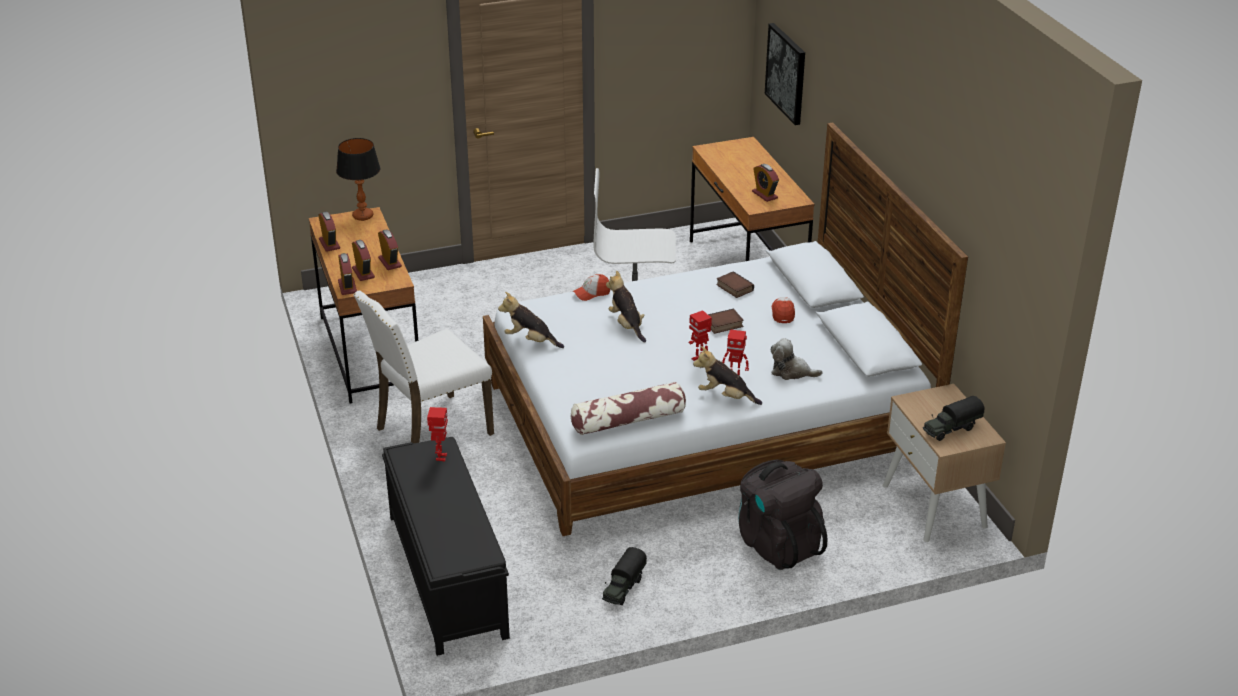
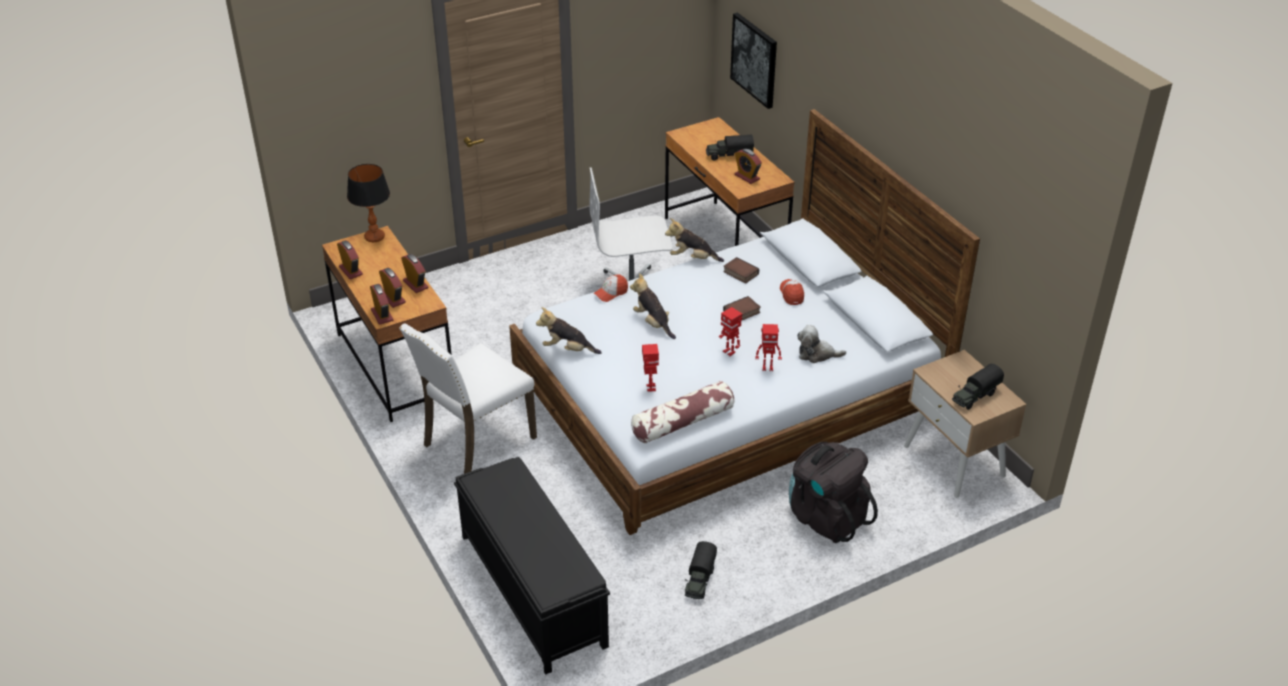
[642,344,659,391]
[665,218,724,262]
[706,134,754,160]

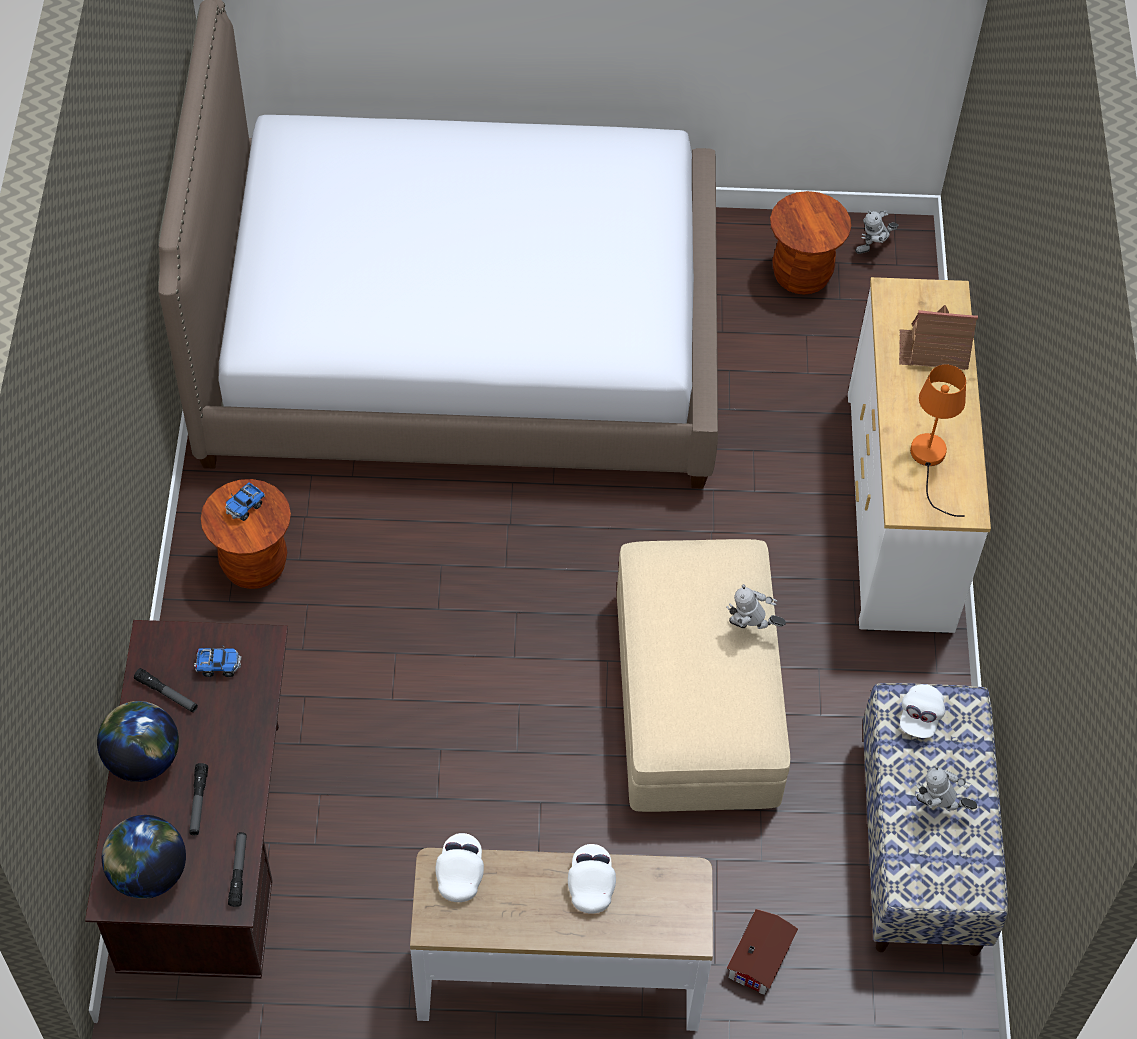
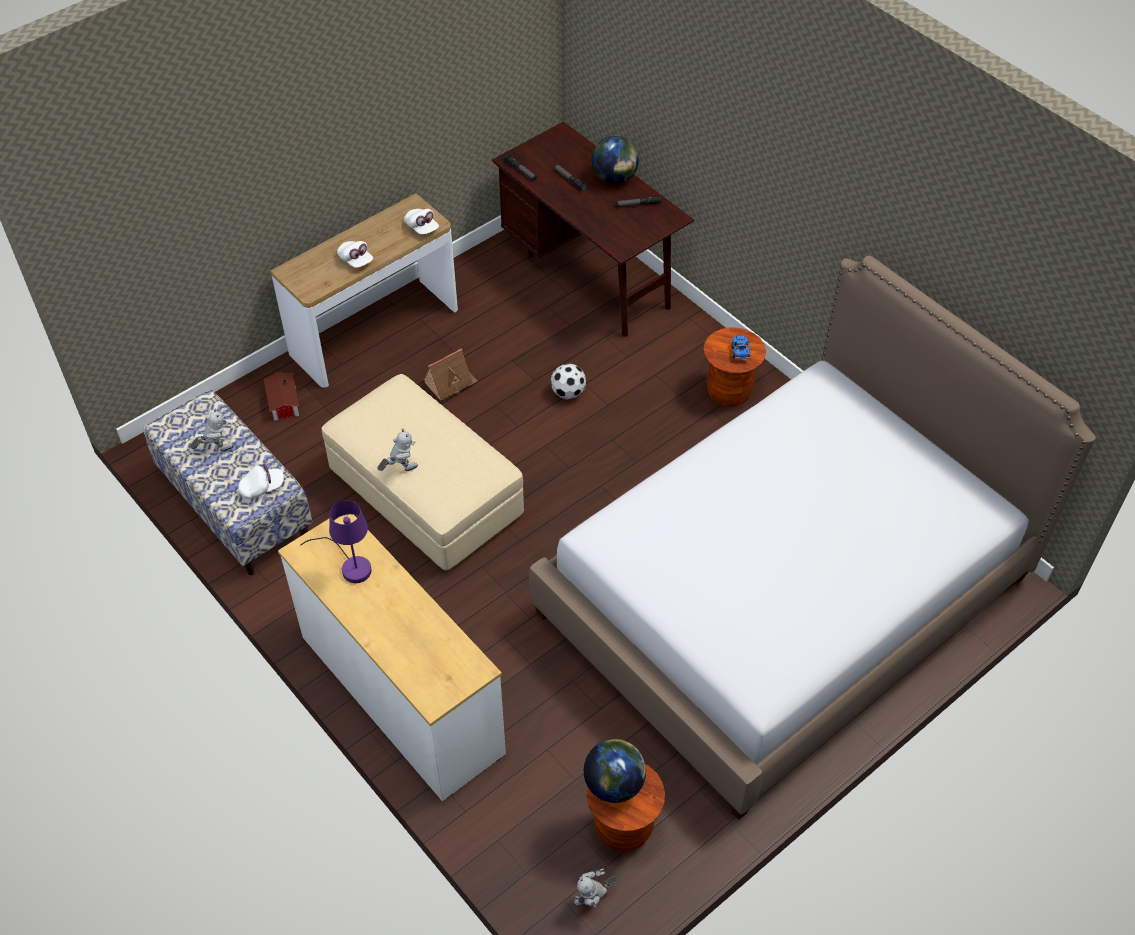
[584,739,646,803]
[194,646,242,677] (first image)
[574,869,617,907]
[422,349,477,401]
[238,463,284,499]
[300,500,371,583]
[551,364,586,399]

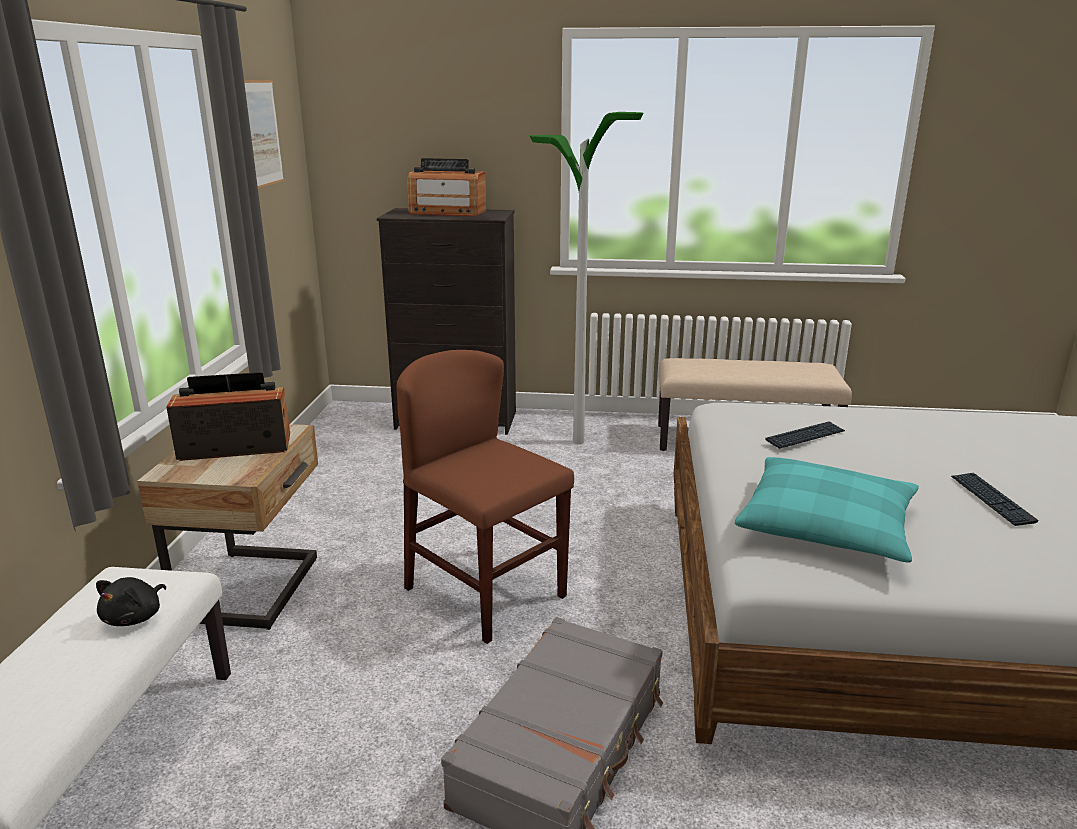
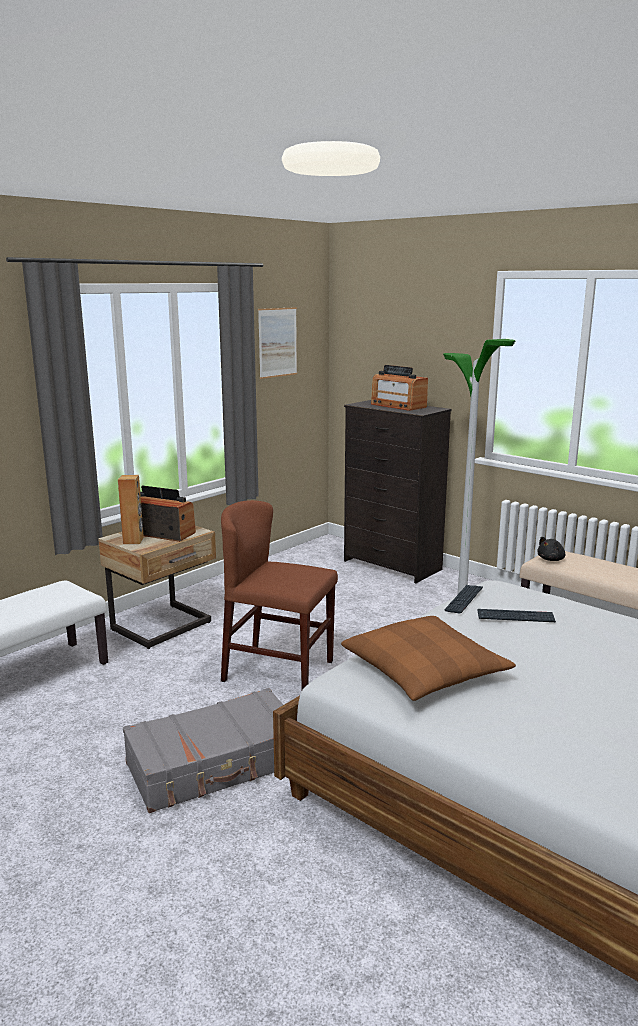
[537,537,565,561]
[221,500,338,690]
[341,616,516,701]
[444,585,483,614]
[118,475,144,544]

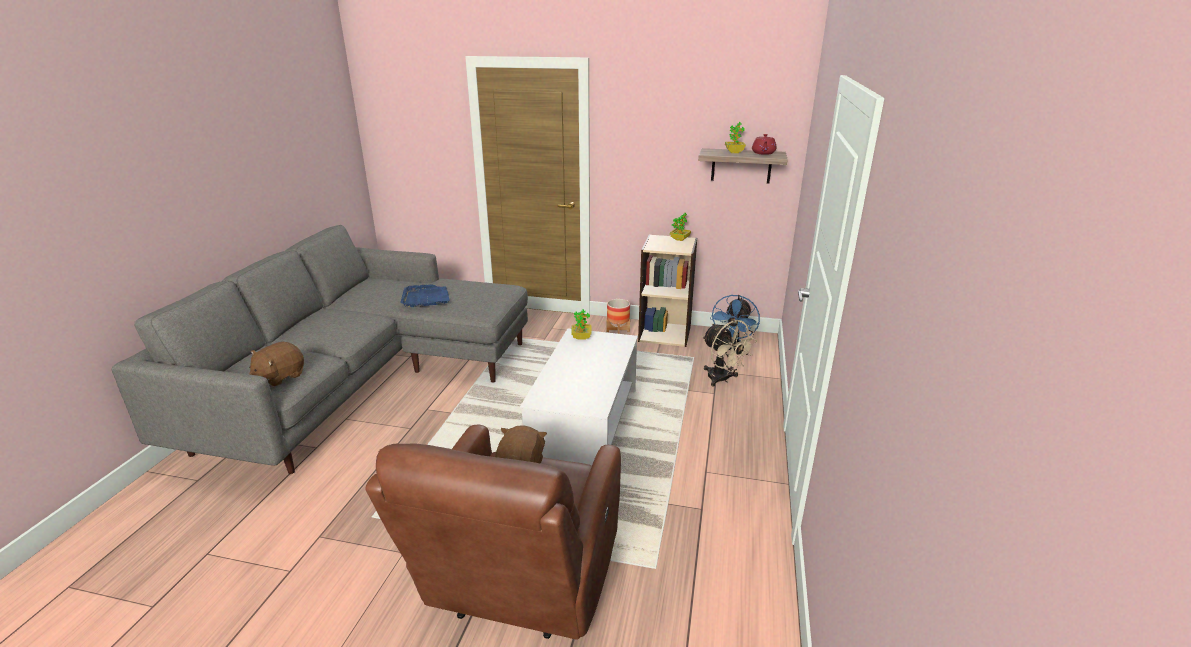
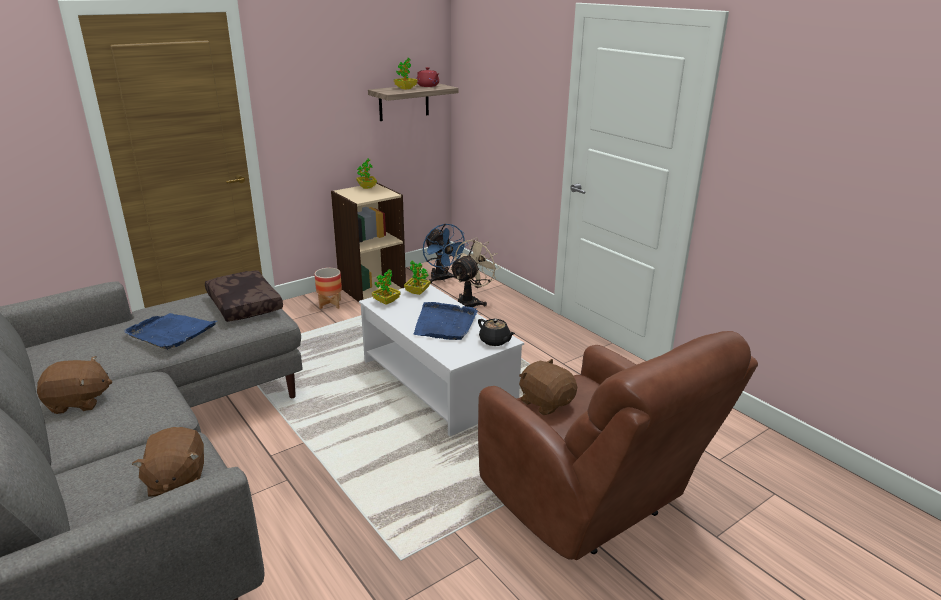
[450,237,501,307]
[37,356,112,414]
[205,270,283,322]
[404,261,431,295]
[414,302,478,340]
[478,318,515,346]

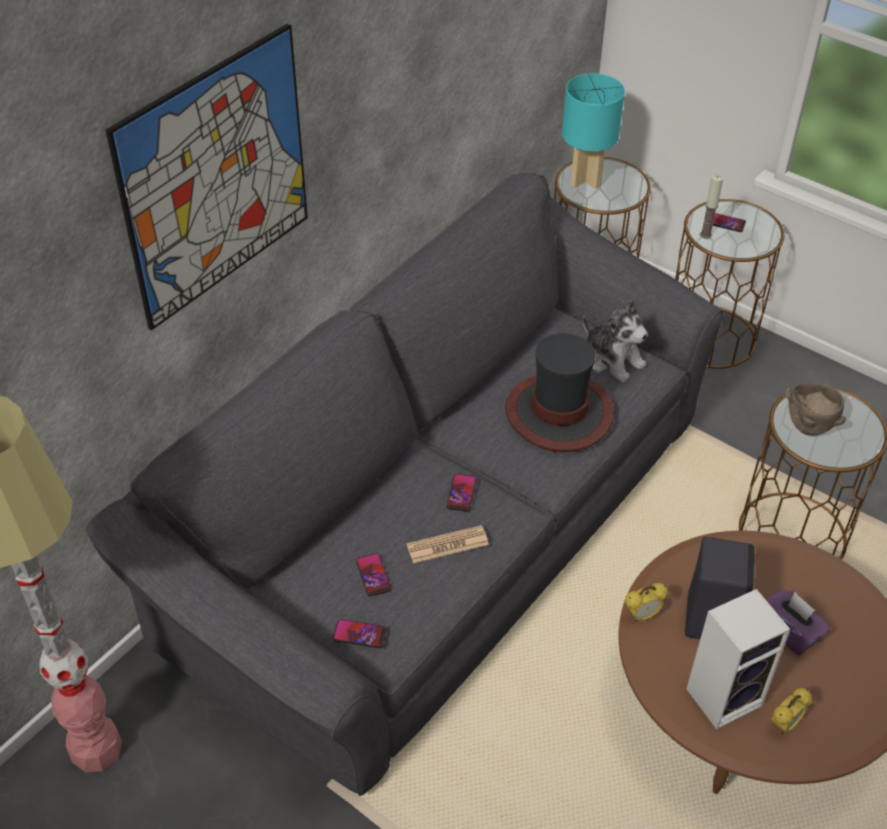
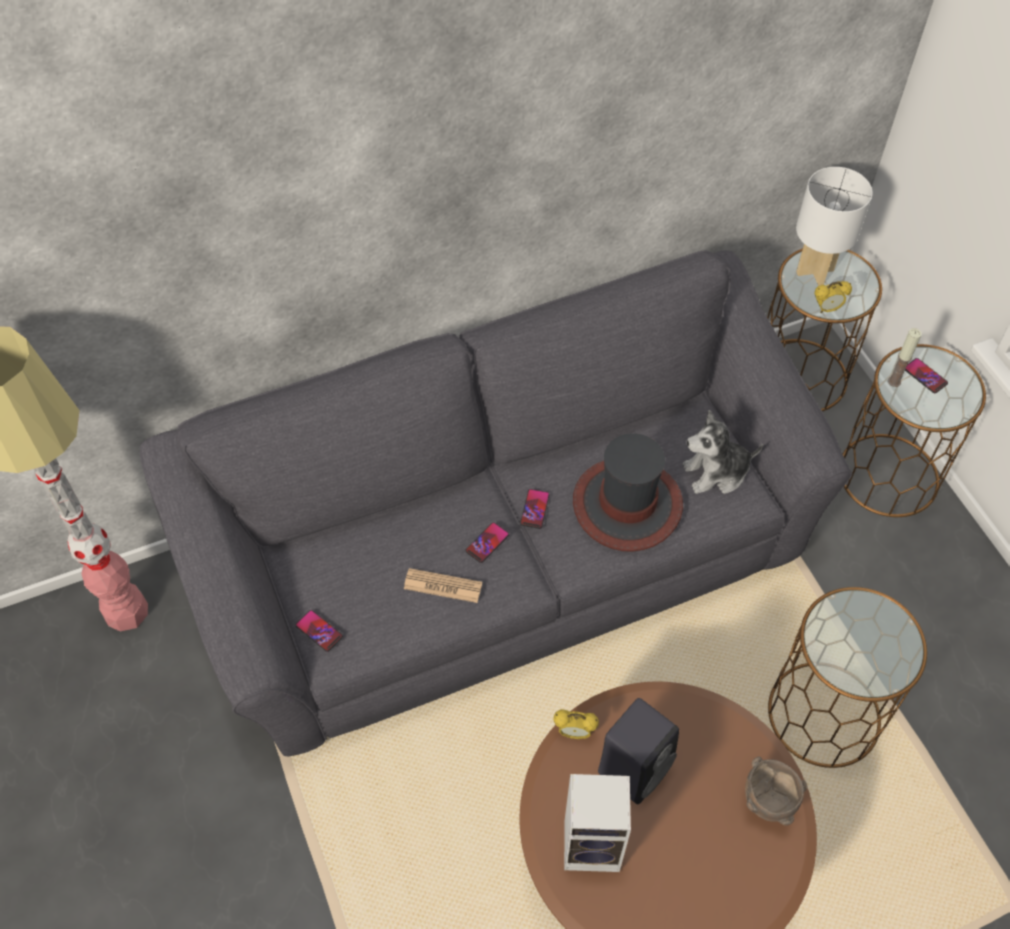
[105,23,308,331] (first image)
[520,489,550,529]
[796,167,873,286]
[683,410,764,494]
[765,589,830,655] (first image)
[814,281,852,313]
[745,757,807,826]

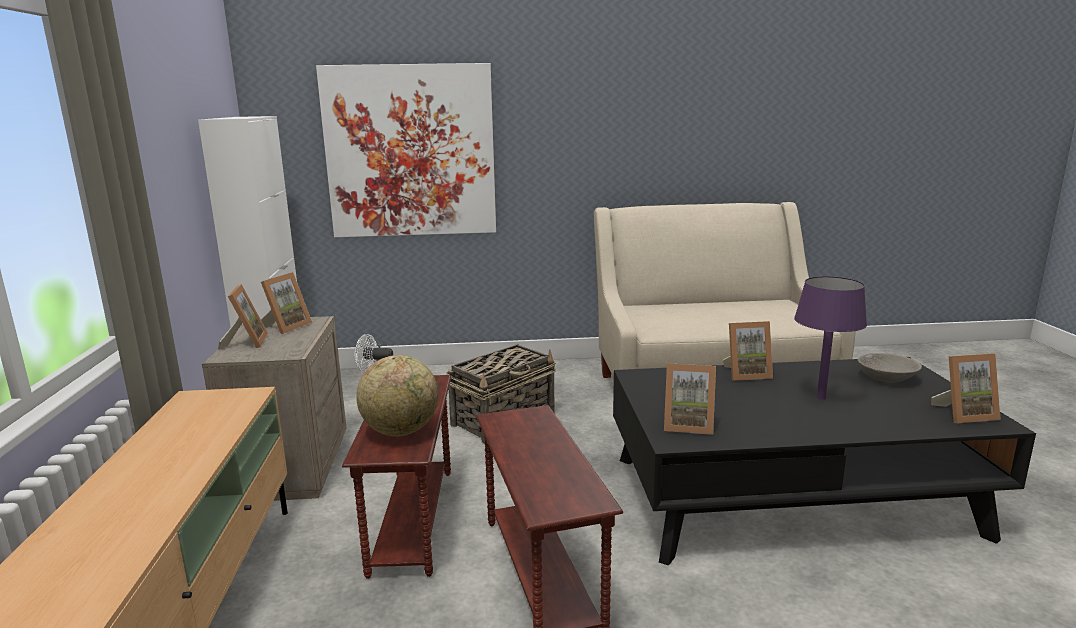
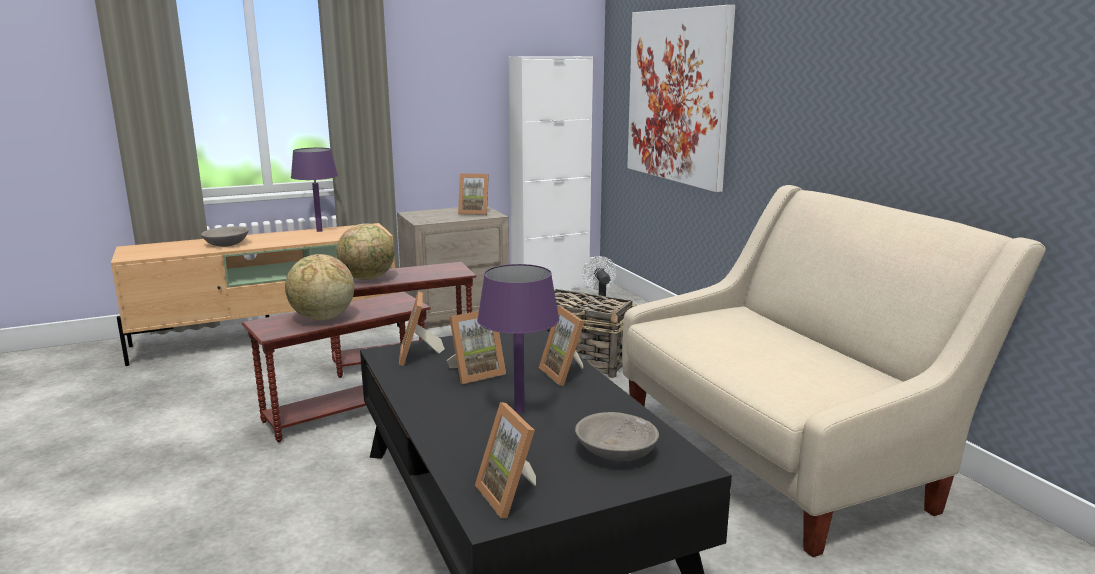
[447,311,506,384]
[201,226,249,247]
[285,254,354,320]
[291,148,338,232]

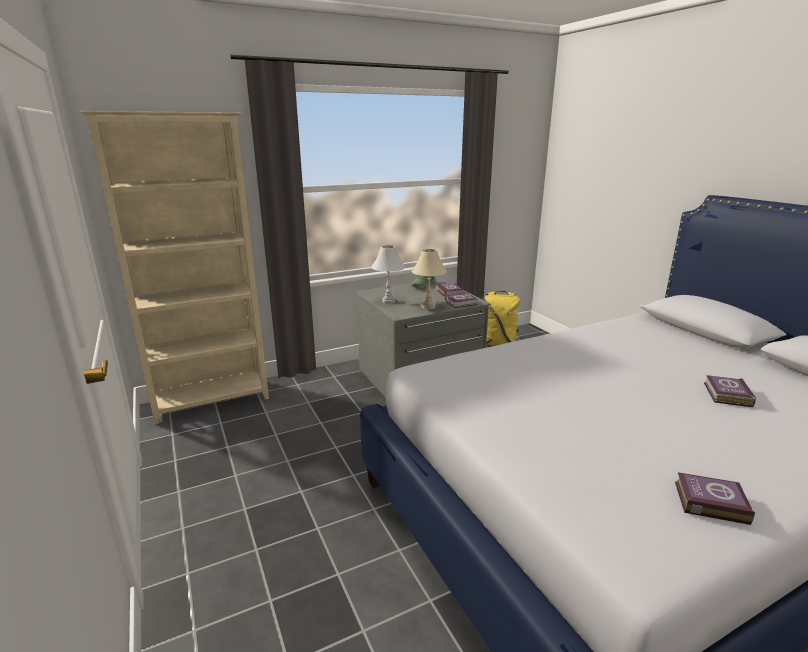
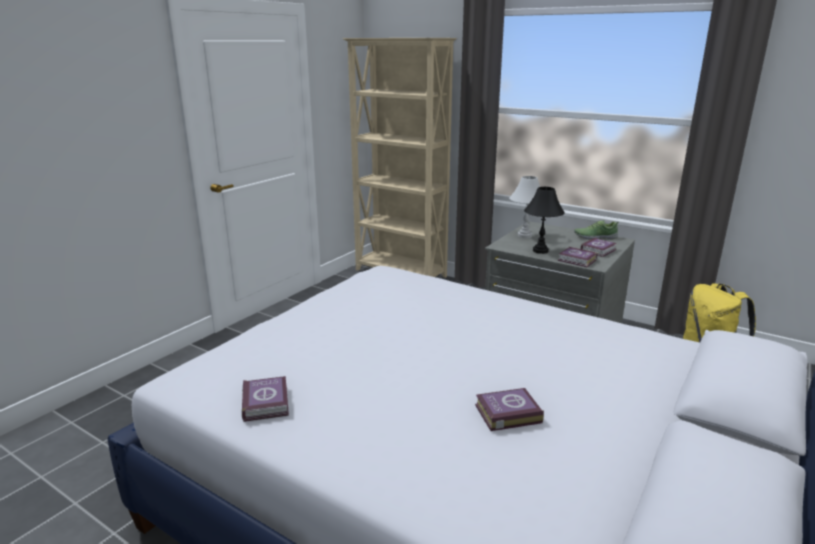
[524,187,565,254]

